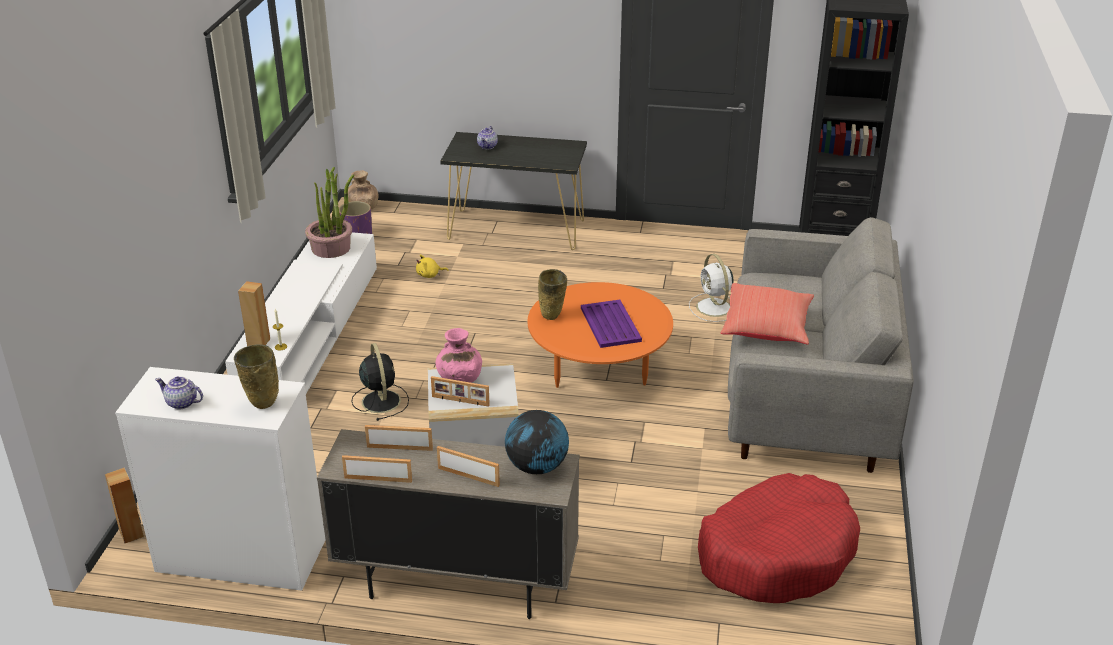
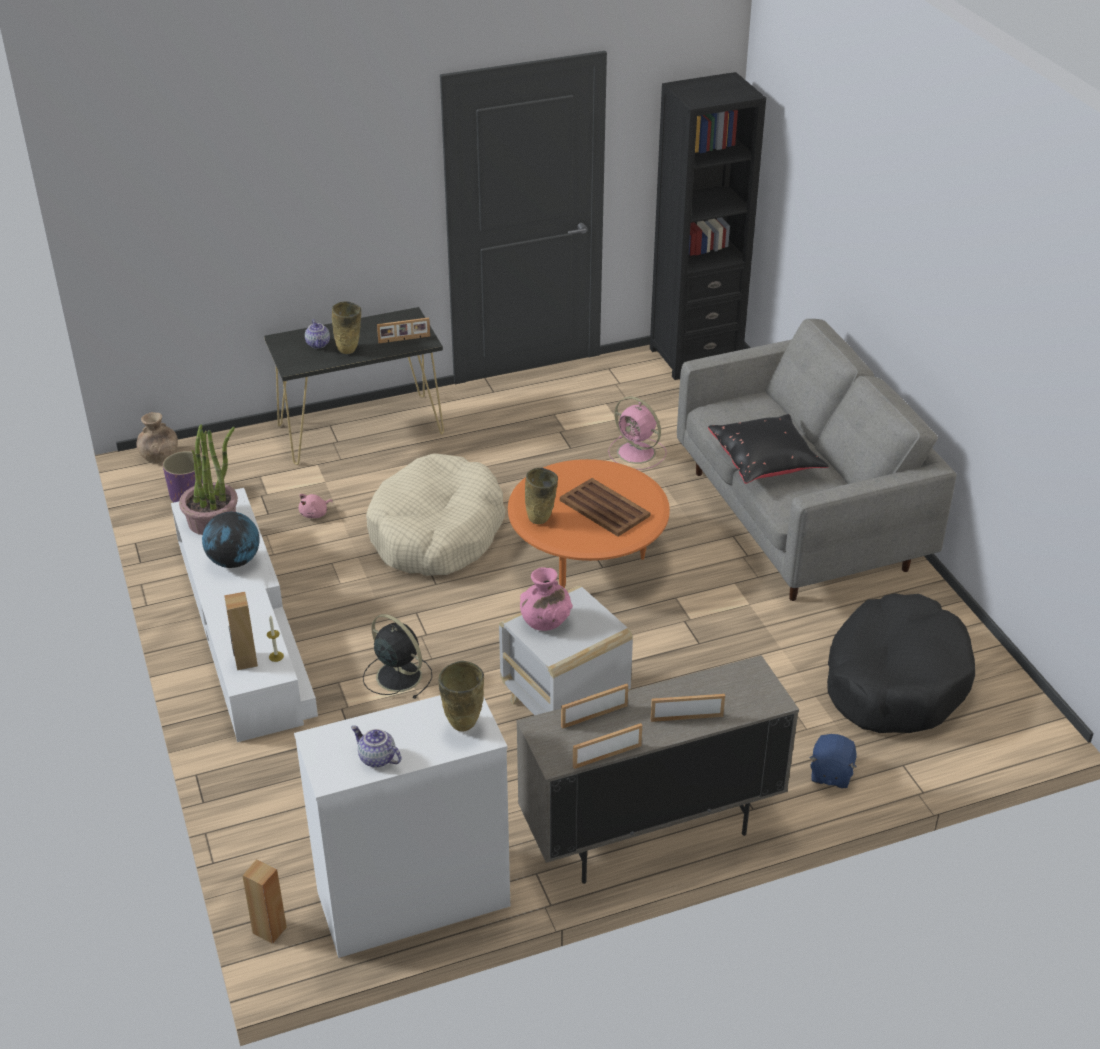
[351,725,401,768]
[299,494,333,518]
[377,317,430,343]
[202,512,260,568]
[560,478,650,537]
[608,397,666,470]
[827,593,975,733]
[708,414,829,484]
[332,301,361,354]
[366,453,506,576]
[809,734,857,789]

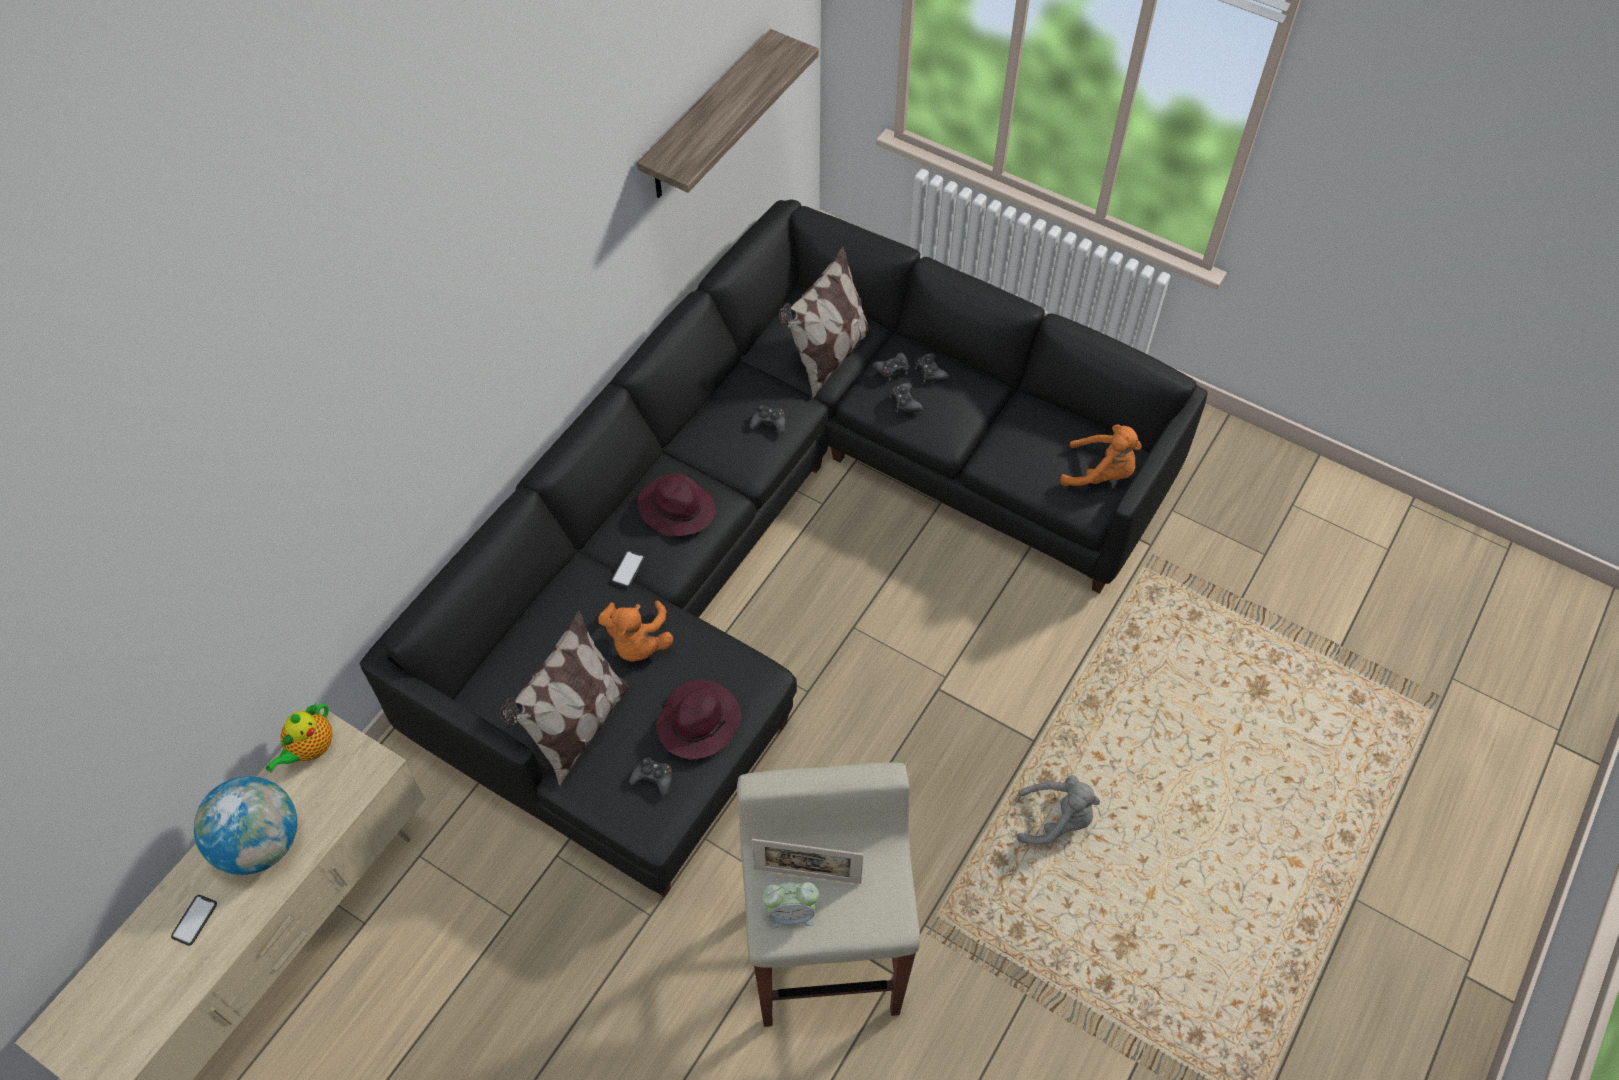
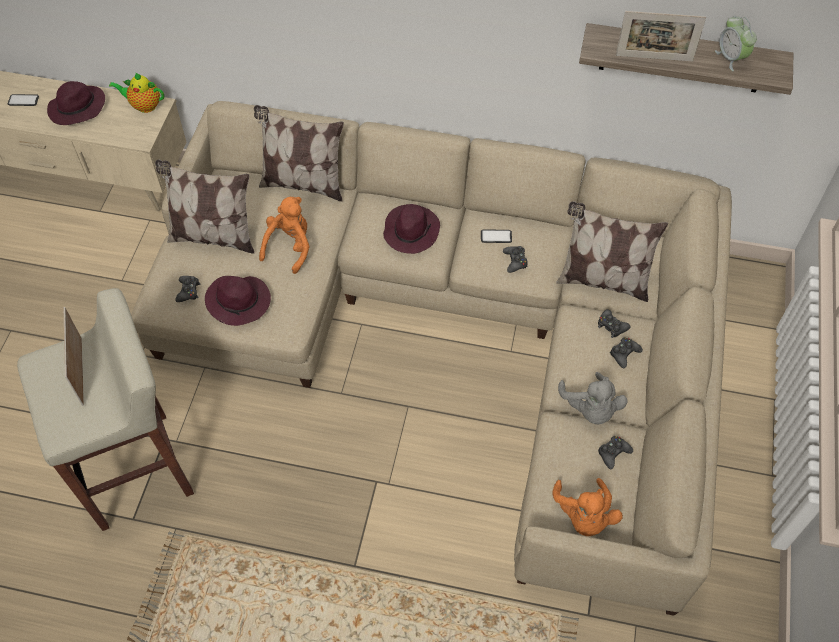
[47,81,105,125]
[131,101,732,616]
[259,197,309,274]
[481,229,512,243]
[715,16,757,71]
[598,436,633,469]
[558,372,628,425]
[254,105,344,202]
[616,11,706,61]

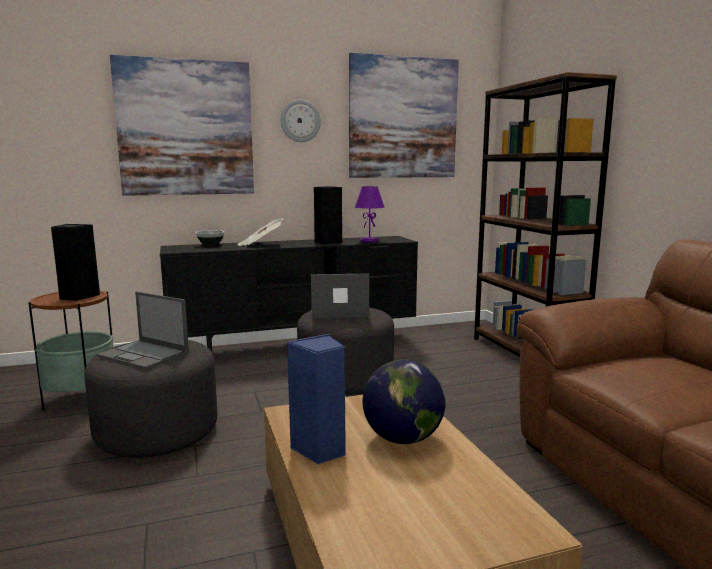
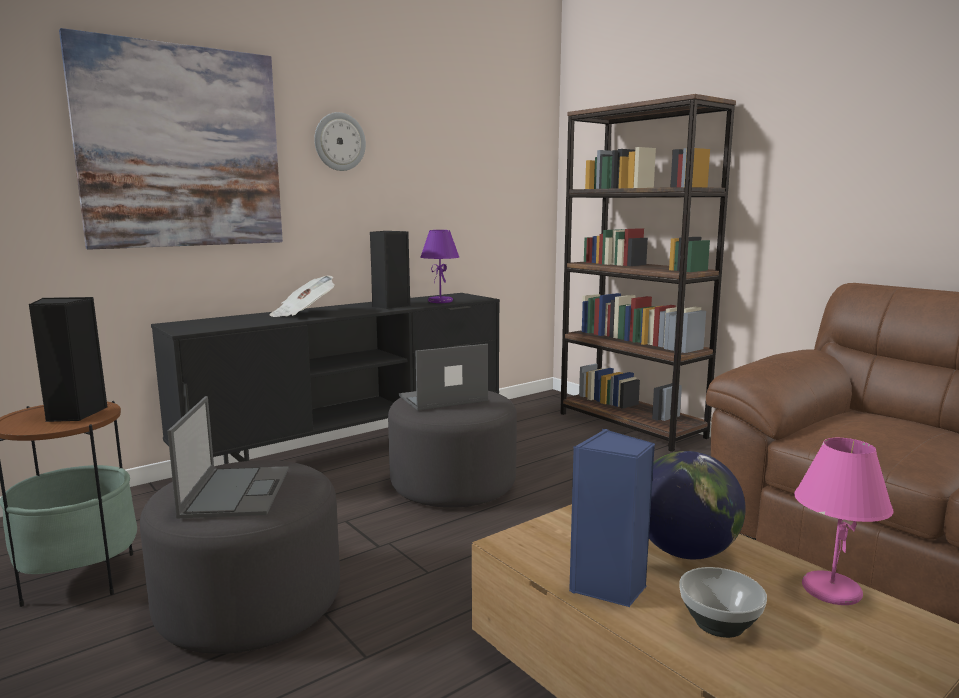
[168,396,289,518]
[679,567,767,638]
[349,53,459,178] (first image)
[794,438,894,605]

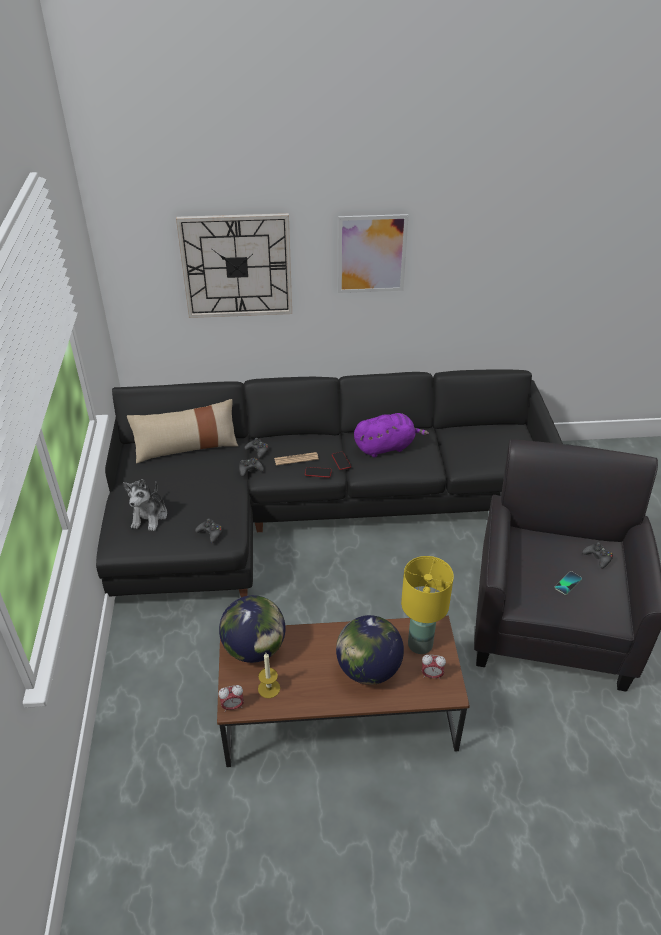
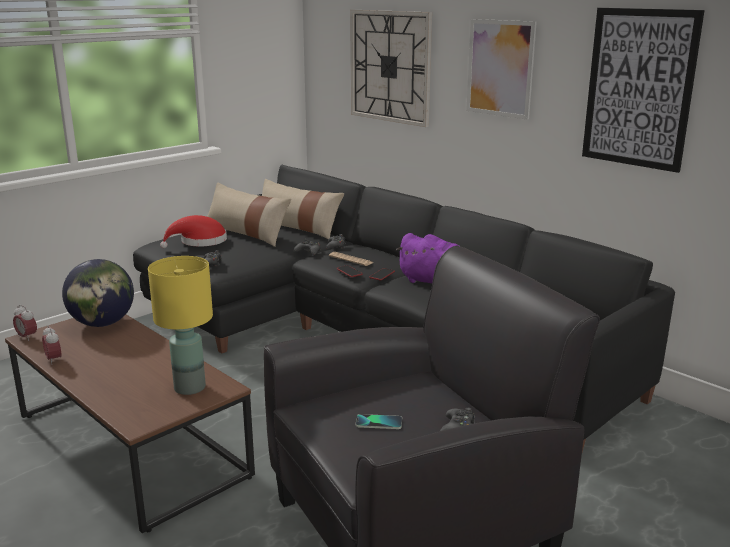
[160,215,227,248]
[258,653,280,698] (first image)
[336,615,404,685] (first image)
[42,325,61,365]
[207,182,291,247]
[582,8,705,173]

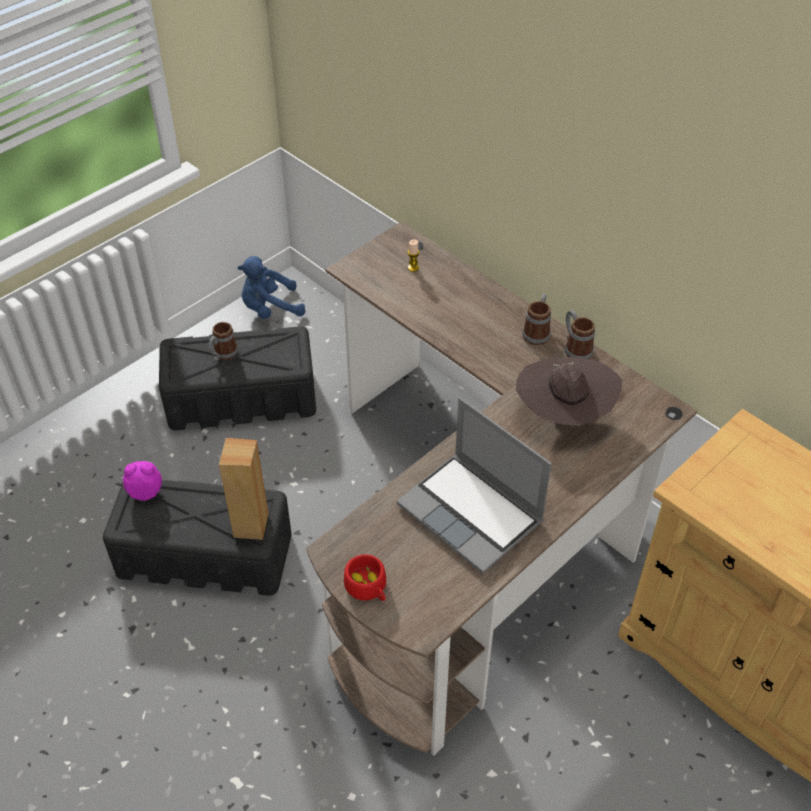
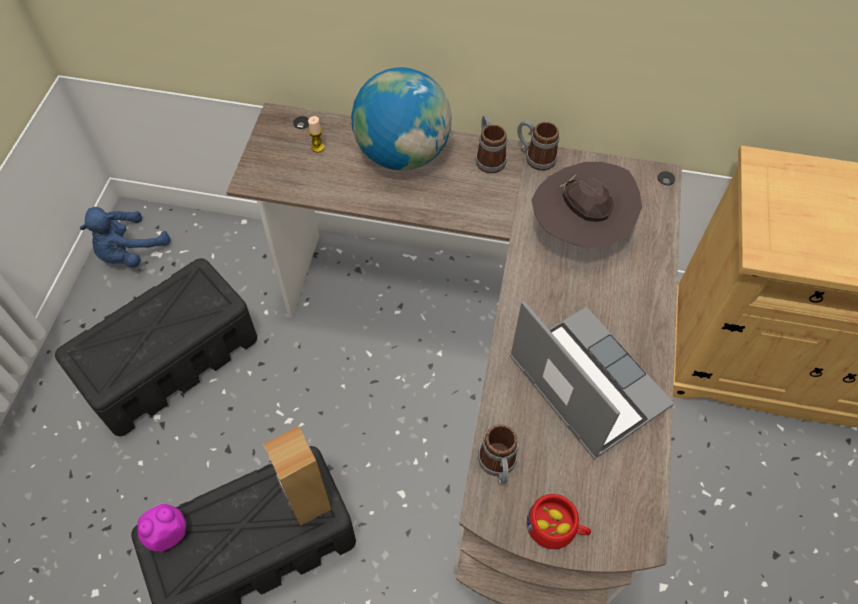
[478,424,518,484]
[510,300,674,459]
[351,67,452,170]

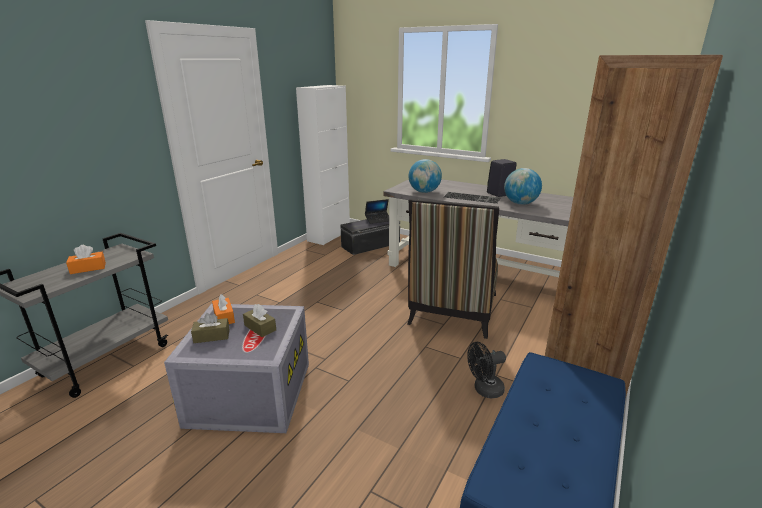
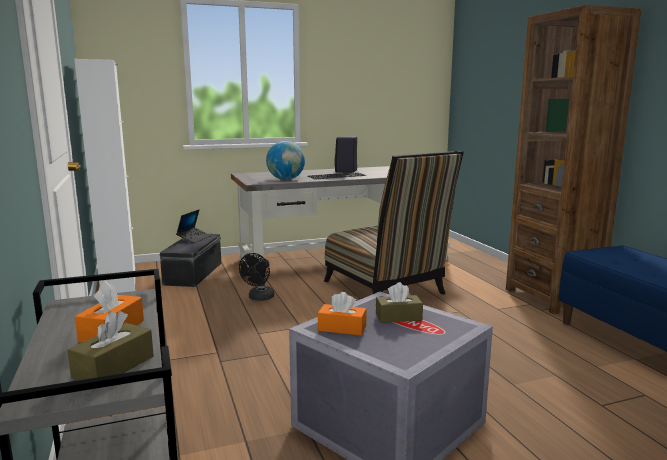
[67,311,154,381]
[239,253,274,301]
[504,168,542,205] (first image)

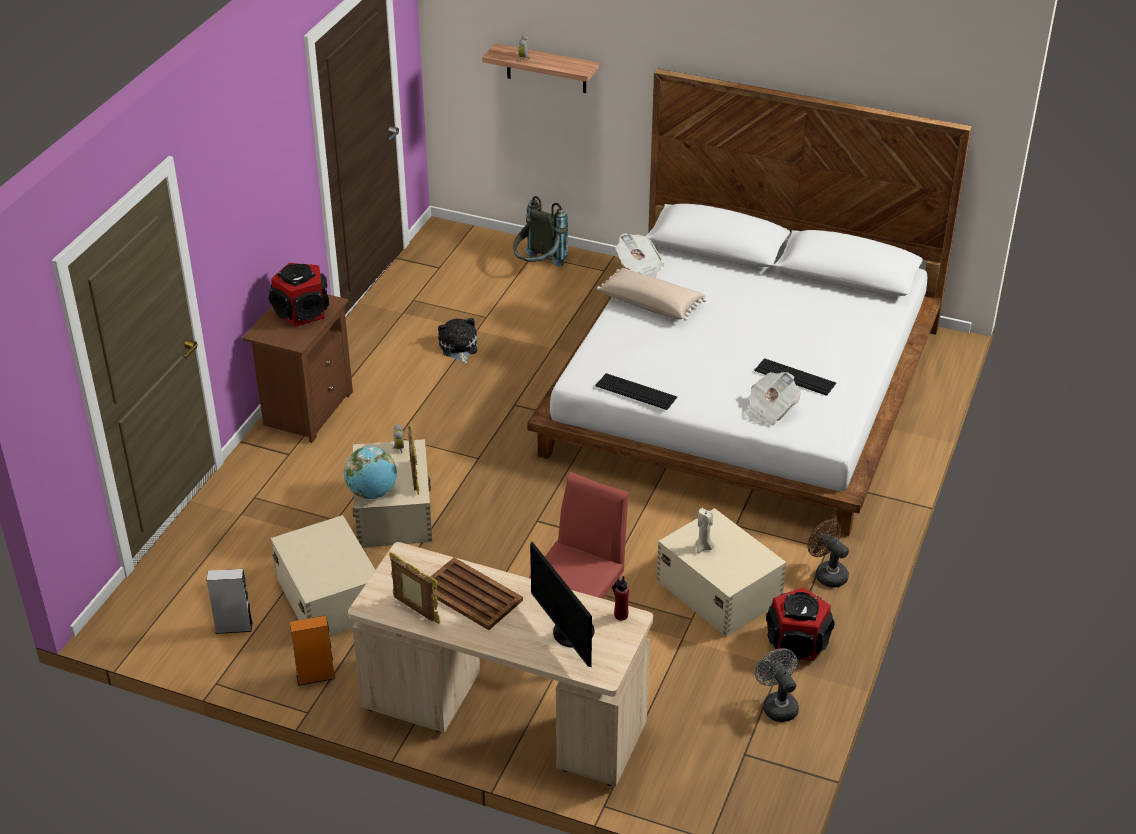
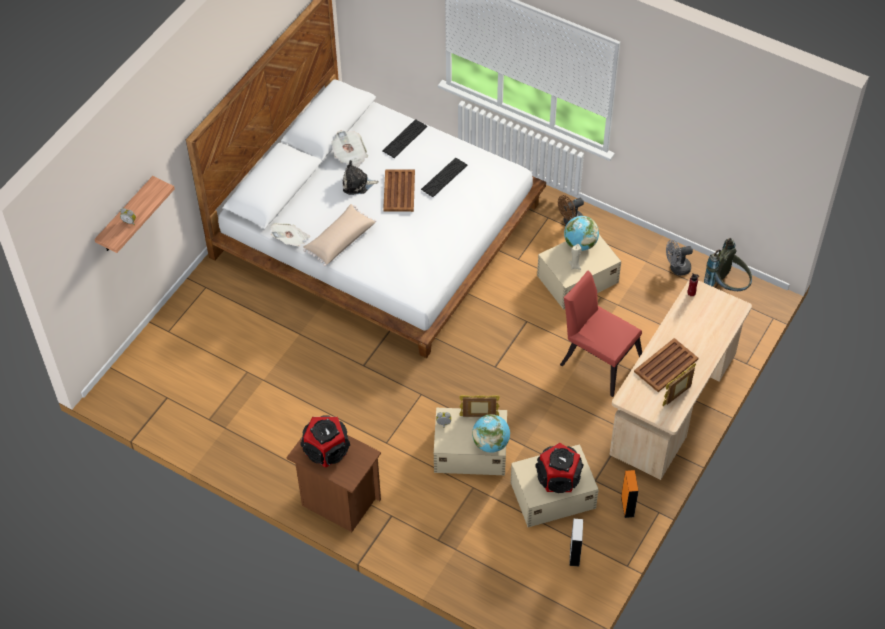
[343,160,379,195]
[704,238,752,291]
[530,542,595,667] (first image)
[382,119,427,158]
[331,130,368,168]
[535,443,583,493]
[383,169,415,212]
[564,216,599,251]

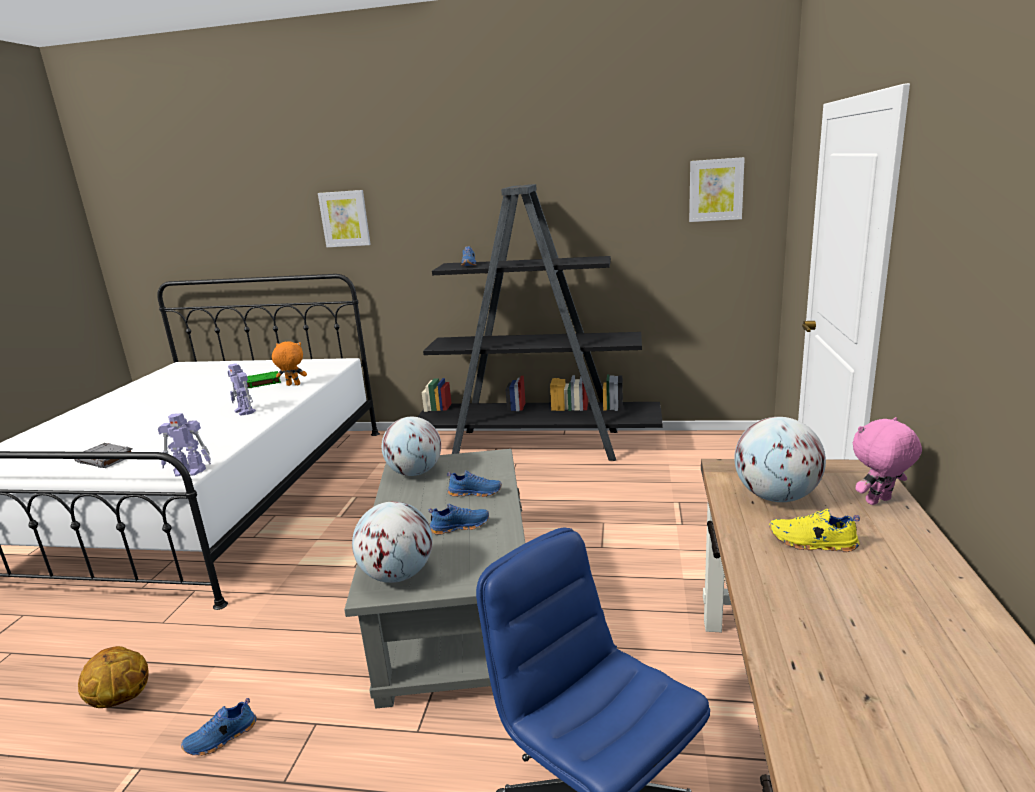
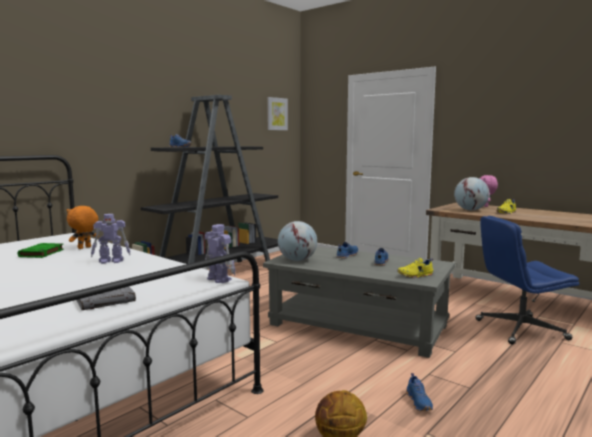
[205,224,236,283]
[318,190,371,247] (first image)
[397,258,434,278]

